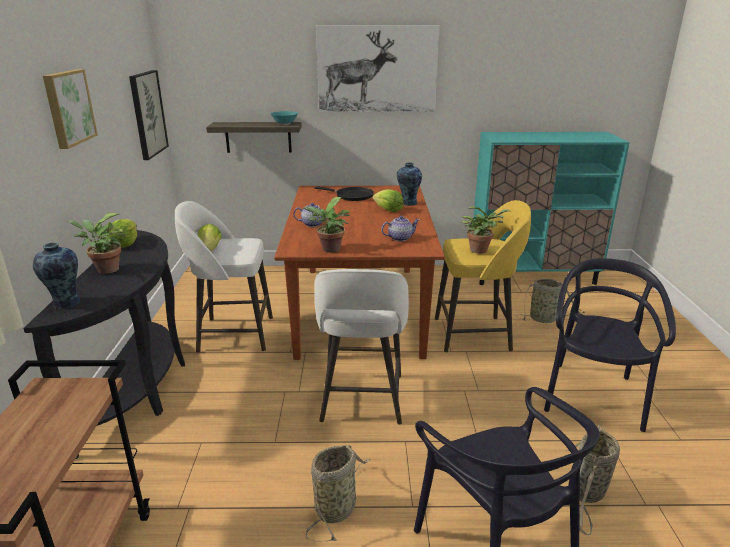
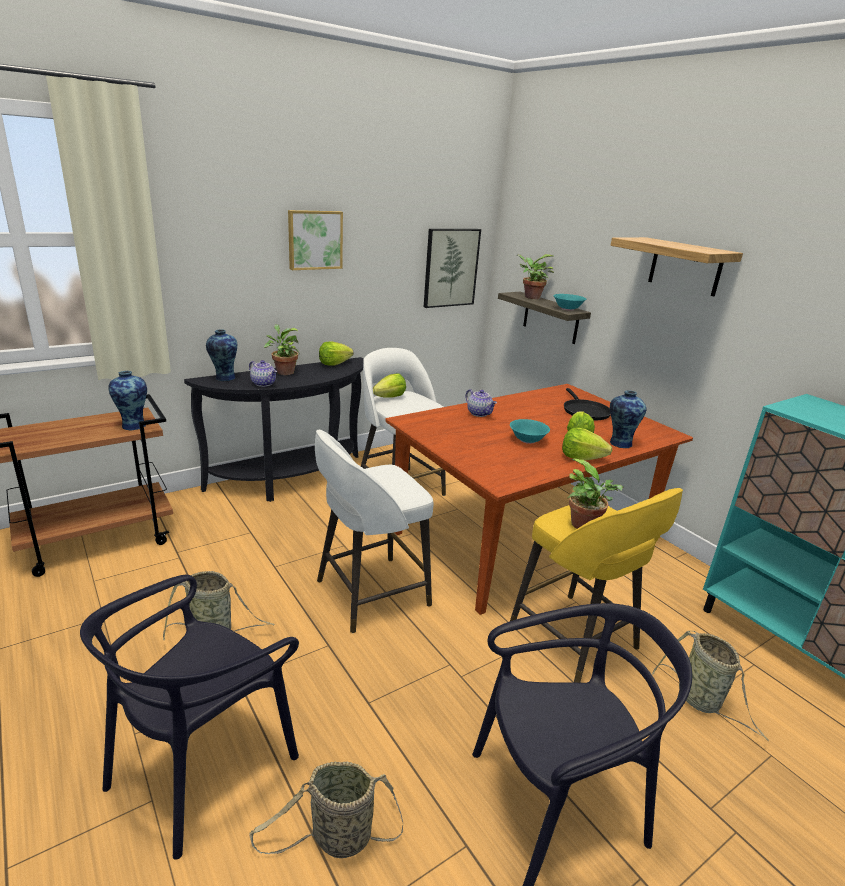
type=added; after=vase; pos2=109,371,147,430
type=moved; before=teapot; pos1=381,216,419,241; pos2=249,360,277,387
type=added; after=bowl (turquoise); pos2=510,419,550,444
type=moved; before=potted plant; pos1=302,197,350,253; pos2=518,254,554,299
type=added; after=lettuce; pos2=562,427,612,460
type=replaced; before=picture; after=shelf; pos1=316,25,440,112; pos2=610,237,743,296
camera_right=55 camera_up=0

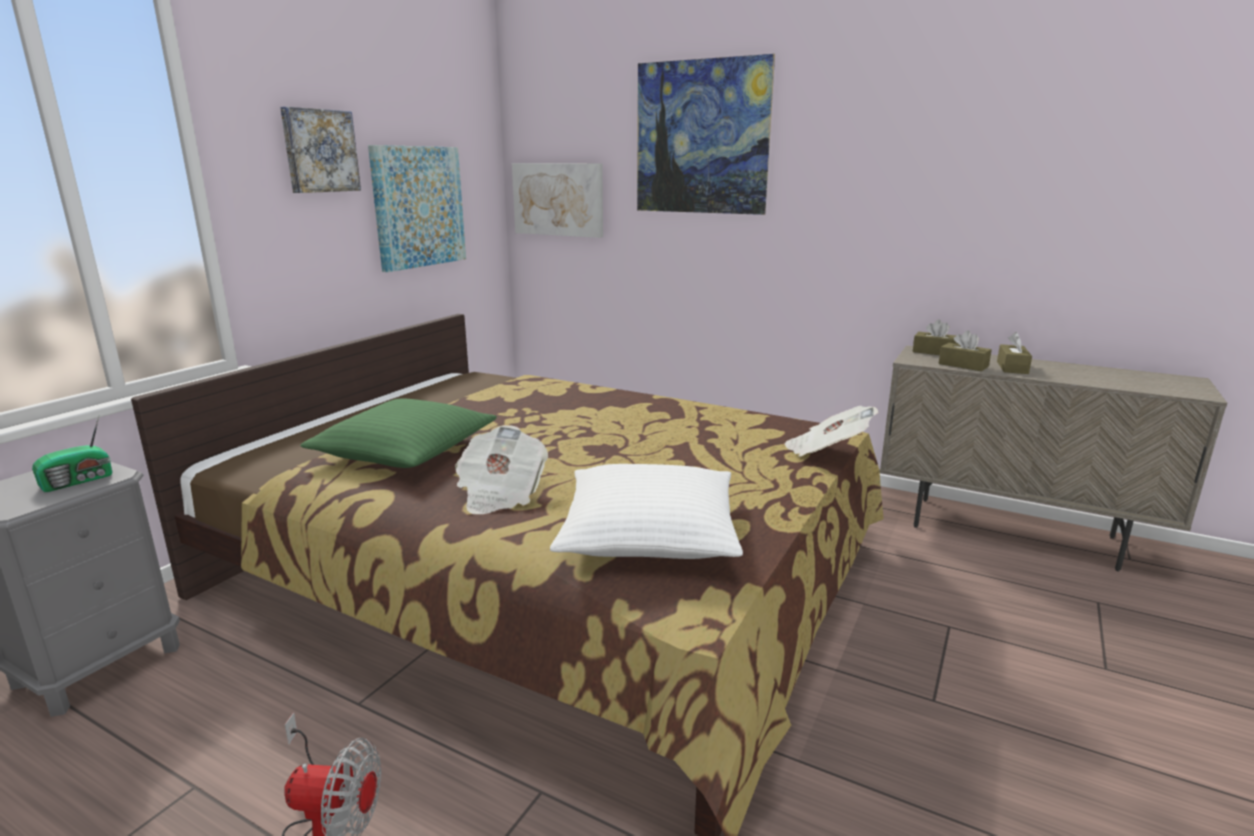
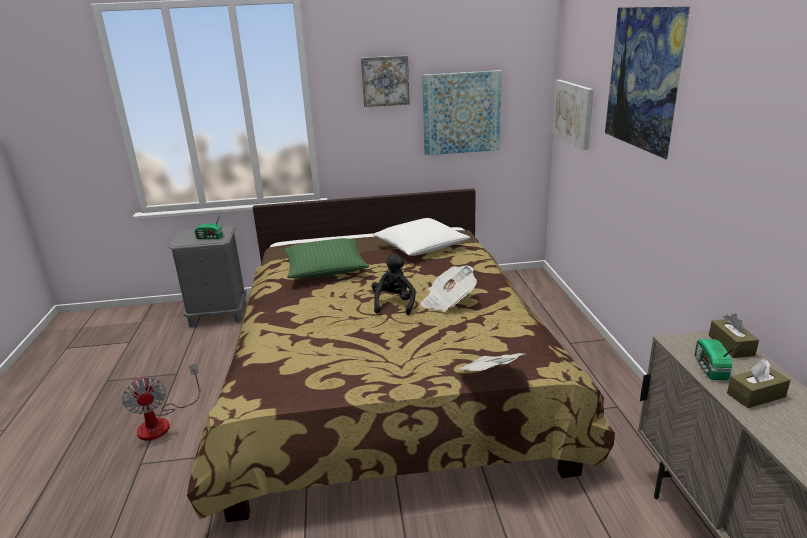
type=added; after=plush toy (black); pos2=372,253,415,315
type=moved; before=pillow (white); pos1=550,464,743,559; pos2=373,218,470,256
type=moved; before=newspaper; pos1=455,425,548,514; pos2=421,266,477,312
type=replaced; before=tissue box (brown); after=radio; pos1=939,330,992,371; pos2=695,339,739,380
camera_right=55 camera_up=5

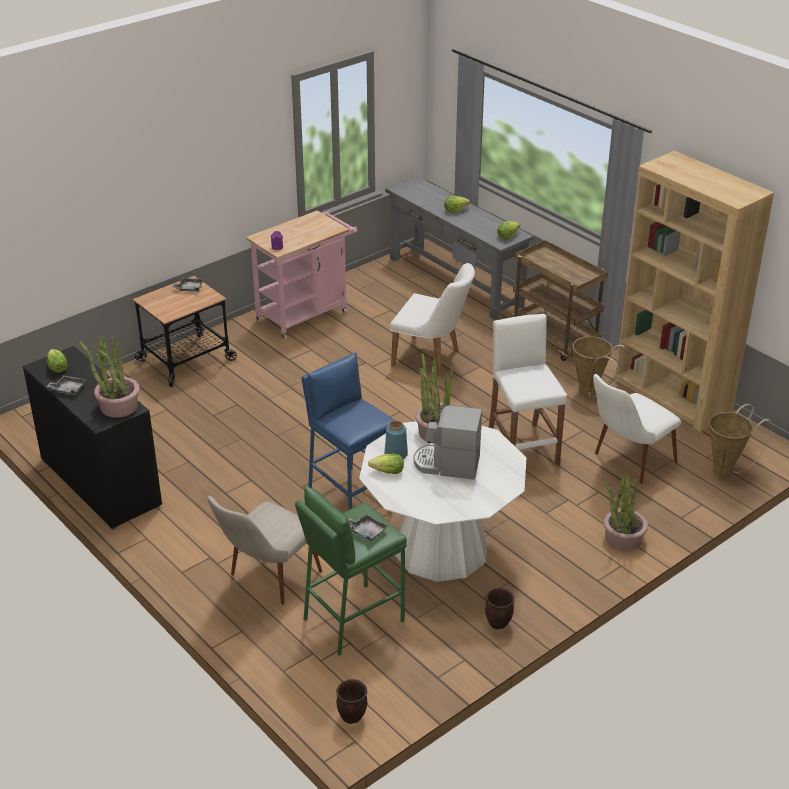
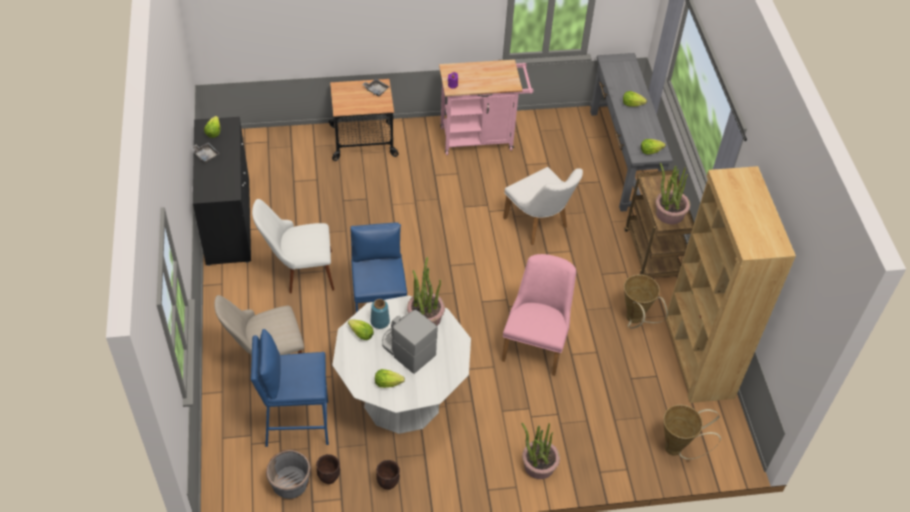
type=recoloured; before=stool (green); after=stool (blue); pos1=295,486,407,656; pos2=251,329,329,447
type=moved; before=chair (white); pos1=593,374,681,484; pos2=252,199,334,294
type=added; after=planter (grey); pos2=266,450,311,499
type=moved; before=planter (brown); pos1=336,679,367,724; pos2=316,454,340,484
type=added; after=lettuce; pos2=375,369,405,388
type=replaced; before=stool (white); after=chair (pink); pos1=489,314,567,465; pos2=502,254,576,376
type=moved; before=potted plant; pos1=79,336,140,418; pos2=656,163,690,224
type=removed; before=tray (grey); pos1=349,513,388,541
camera_right=30 camera_up=15

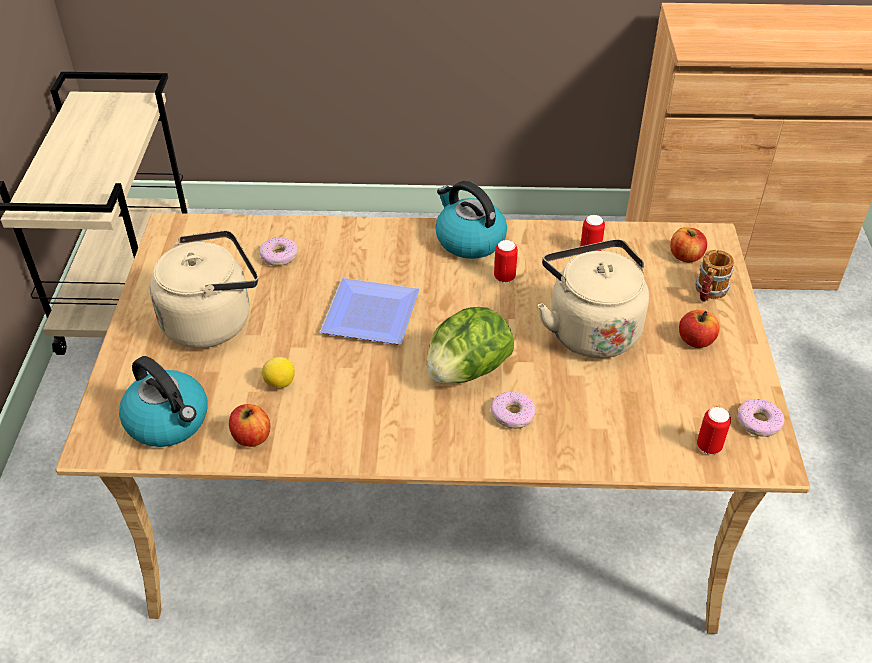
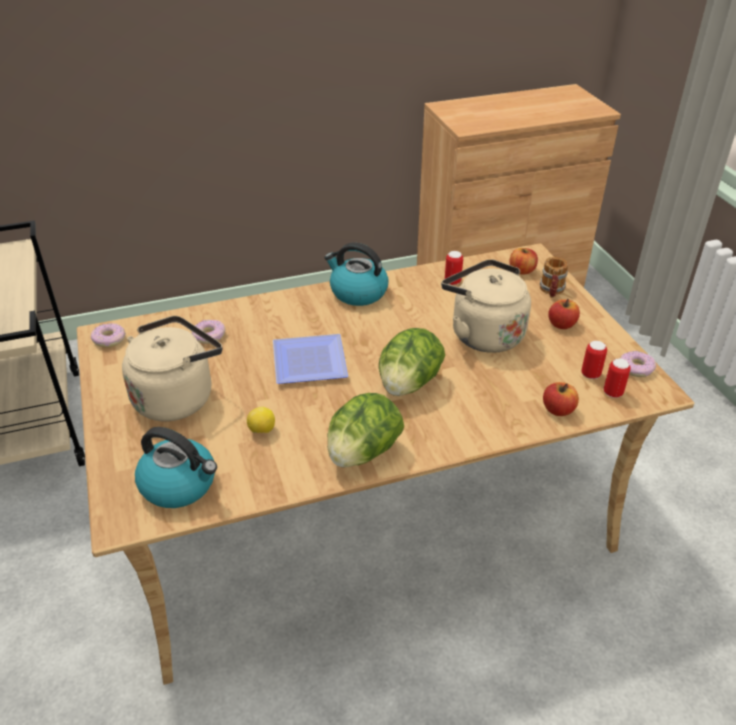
type=moved; before=donut; pos1=490,391,536,429; pos2=91,323,126,347
type=added; after=lettuce; pos2=327,393,404,467
type=moved; before=apple; pos1=229,404,270,447; pos2=543,382,579,416
type=moved; before=can; pos1=494,240,518,283; pos2=581,341,607,379
camera_right=-20 camera_up=-5

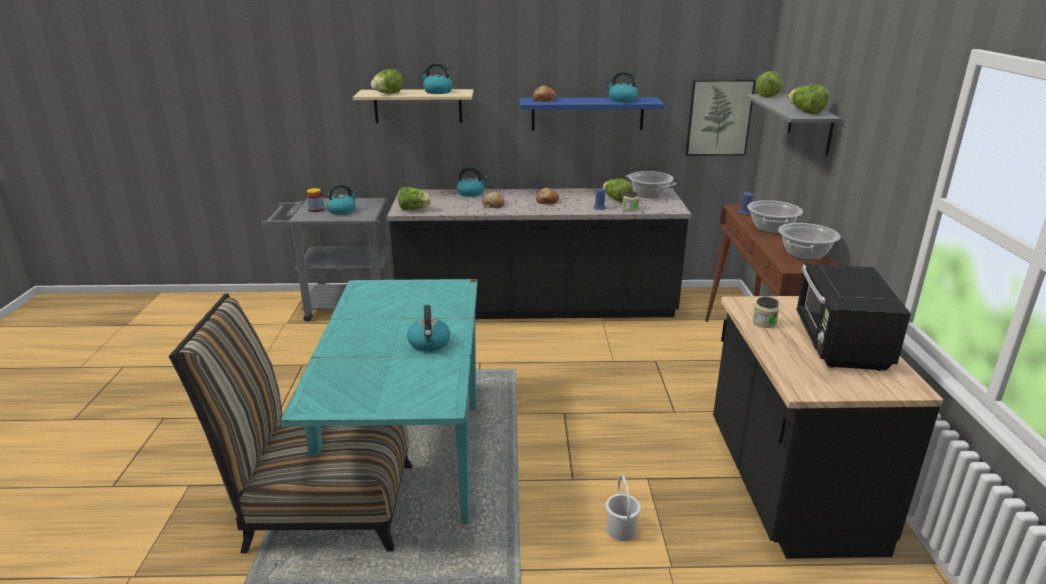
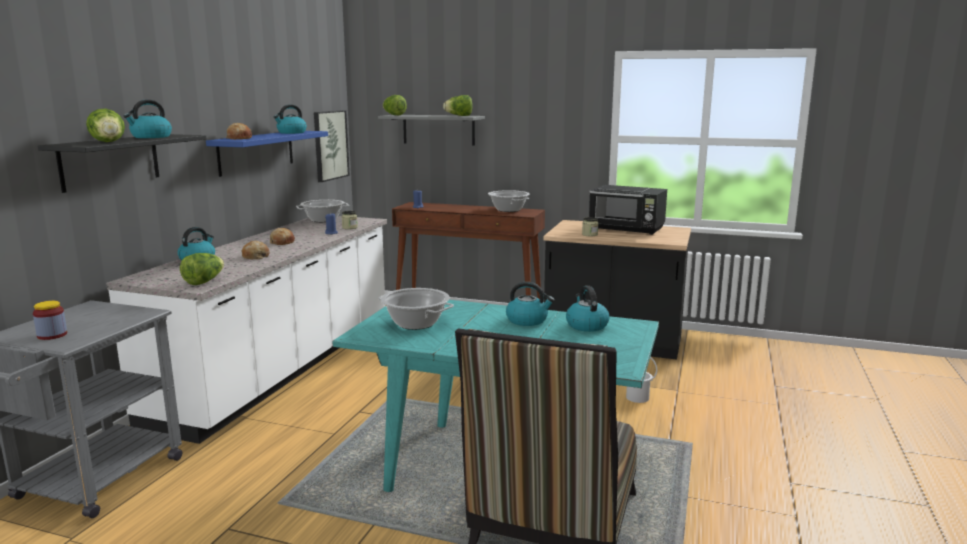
type=recoloured; before=shelf (beige); after=shelf (black); pos1=353,89,474,123; pos2=38,134,206,193
type=recoloured; before=counter (black); after=counter (white); pos1=387,188,691,319; pos2=106,216,387,444
type=moved; before=cooking pot; pos1=747,200,803,233; pos2=378,288,454,330
type=moved; before=kettle; pos1=326,184,358,215; pos2=566,286,609,332
type=removed; before=lettuce; pos1=603,179,633,202
camera_right=-70 camera_up=-10

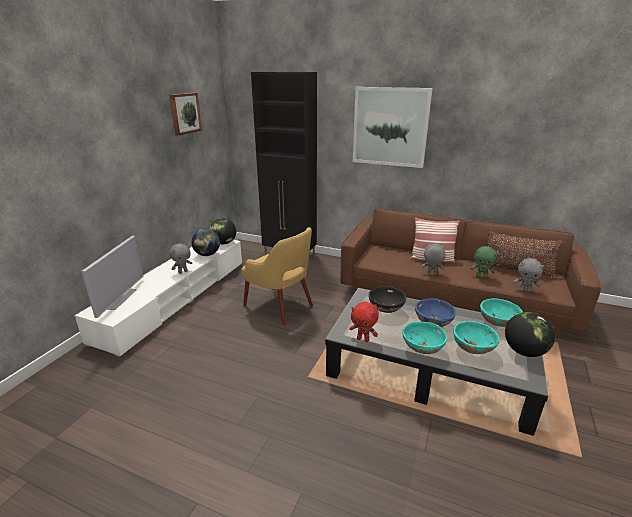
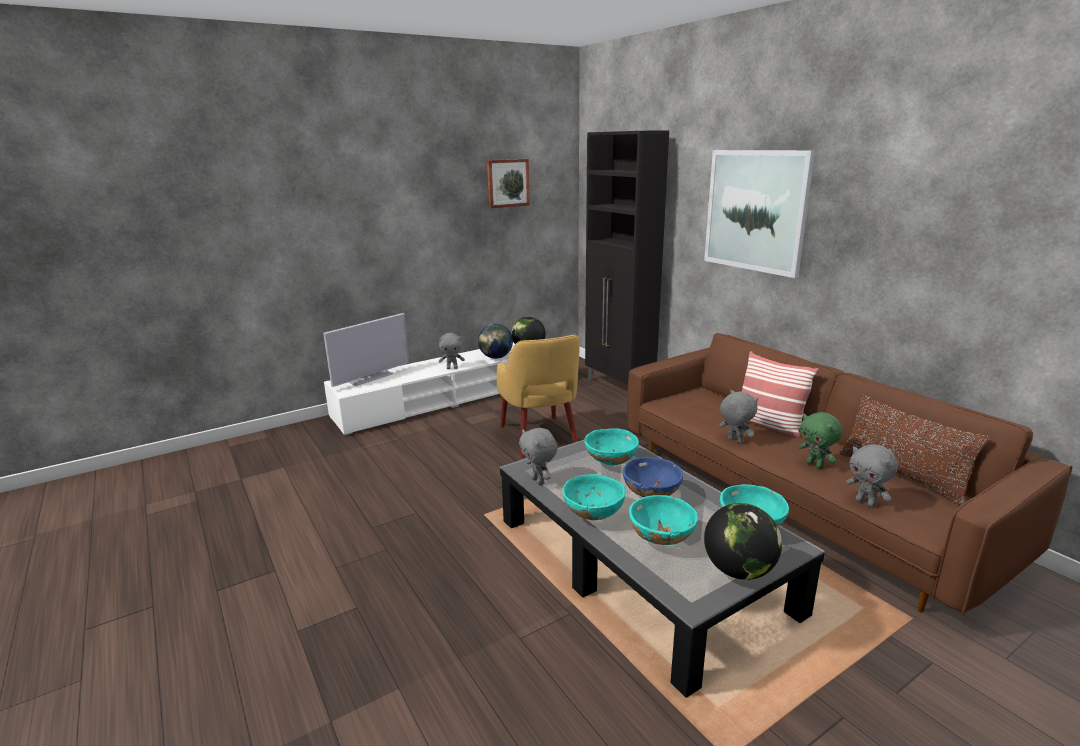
type=recoloured; before=plush toy (red); after=plush toy (grey); pos1=350,302,379,342; pos2=519,428,558,485
type=recoloured; before=bowl (black); after=bowl (turquoise); pos1=369,286,406,313; pos2=585,428,639,466
camera_right=35 camera_up=-5

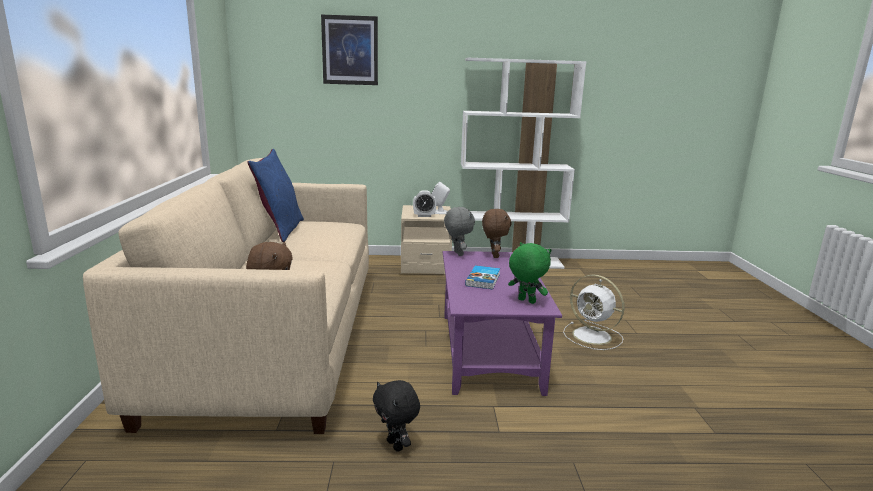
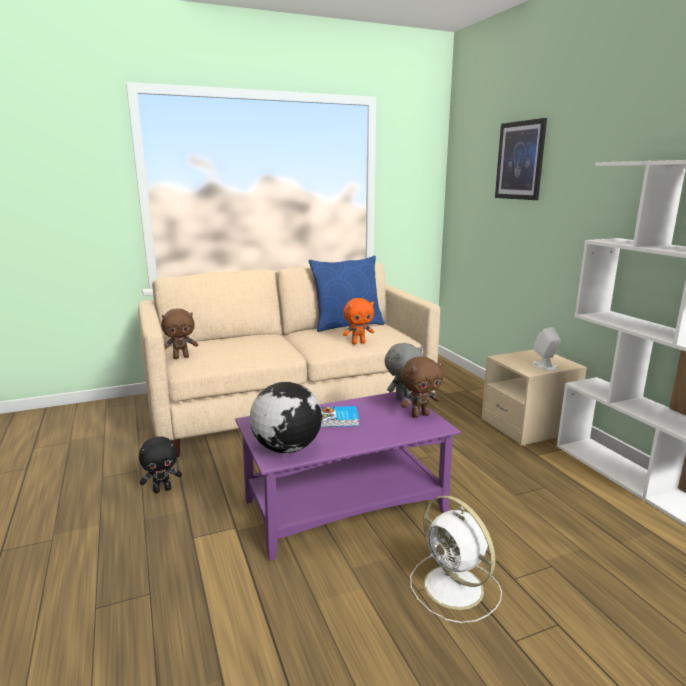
type=turned; before=plush toy (black); pos1=373,380,420,452; pos2=139,437,182,493; turn=-150
type=replaced; before=plush toy (green); after=globe; pos1=508,242,551,304; pos2=250,382,322,453
type=added; after=plush toy (orange); pos2=343,298,374,344
type=turned; before=fan (white); pos1=563,274,624,350; pos2=410,495,502,623; turn=-60
type=removed; before=alarm clock; pos1=413,190,436,217
camera_right=70 camera_up=0

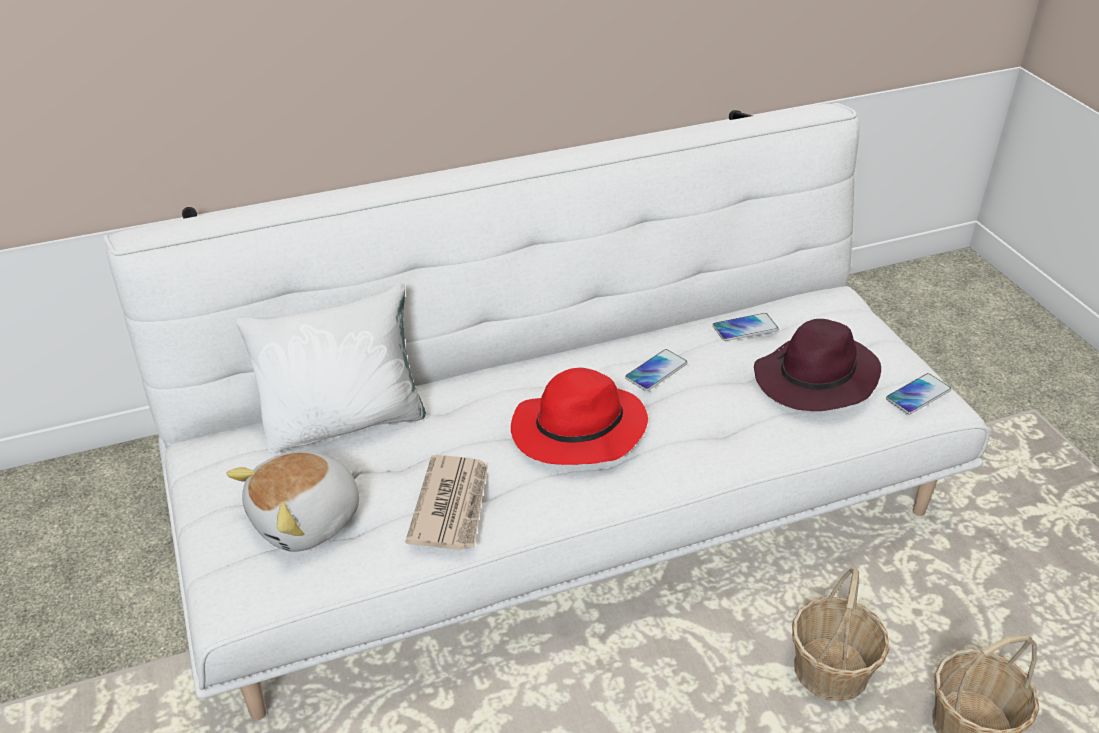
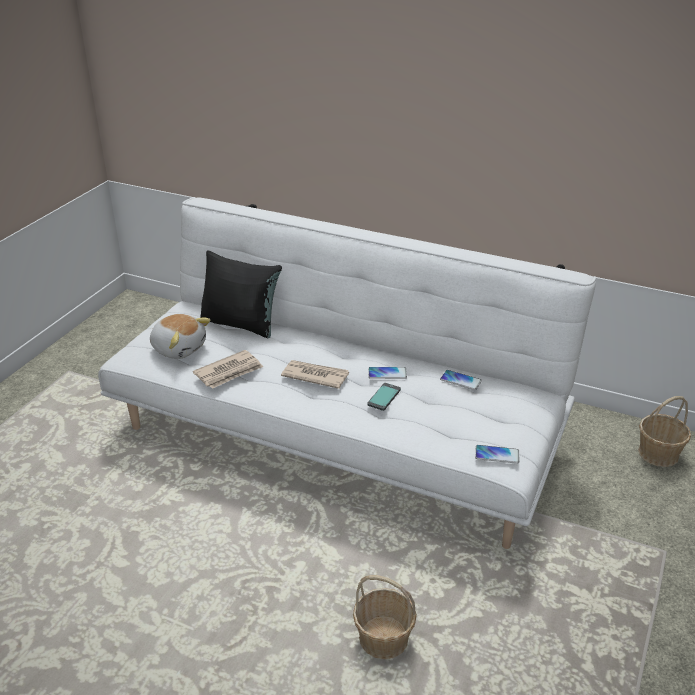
type=turned; before=plush toy; pos1=226,451,362,552; pos2=150,314,211,359; turn=-150
type=recoloured; before=pillow (white); after=pillow (black); pos1=236,282,426,454; pos2=200,250,282,338
type=replaced; before=hat (red); after=newspaper; pos1=511,368,648,465; pos2=281,360,349,389
type=added; after=phone; pos2=367,383,401,411
type=moved; before=basket; pos1=792,569,889,702; pos2=638,396,691,467
type=removed; before=hat (purple); pos1=754,319,881,411
camera_right=45 camera_up=-5

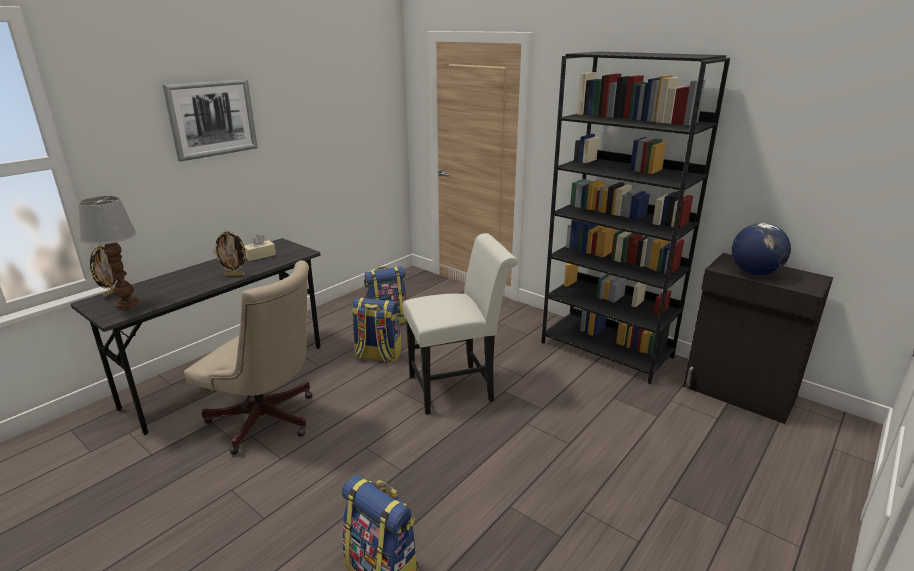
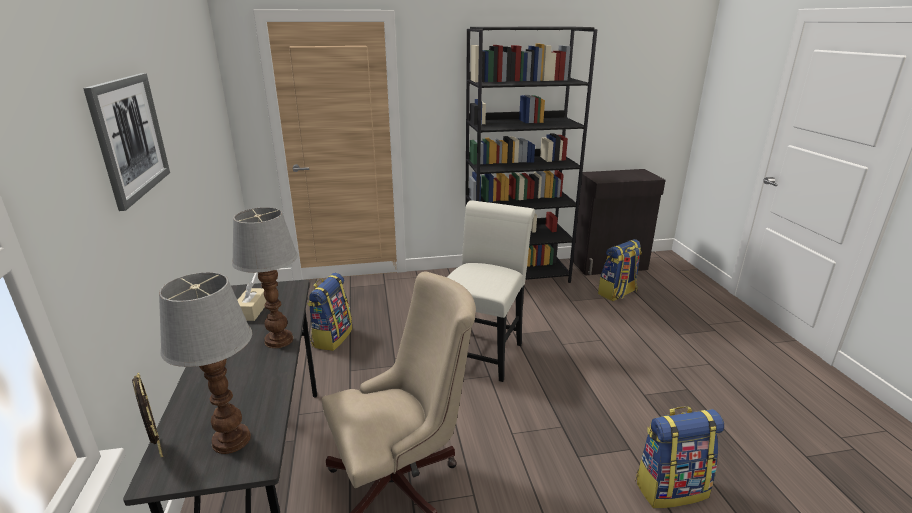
type=replaced; before=picture frame; after=table lamp; pos1=213,230,247,277; pos2=232,207,298,348
type=moved; before=backpack; pos1=352,297,401,363; pos2=598,239,642,301
type=removed; before=globe; pos1=732,223,791,275
camera_right=-50 camera_up=0

